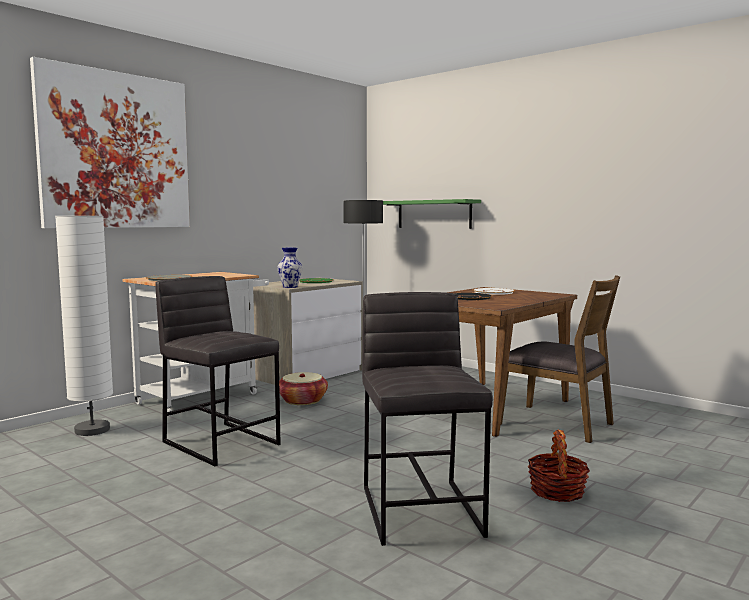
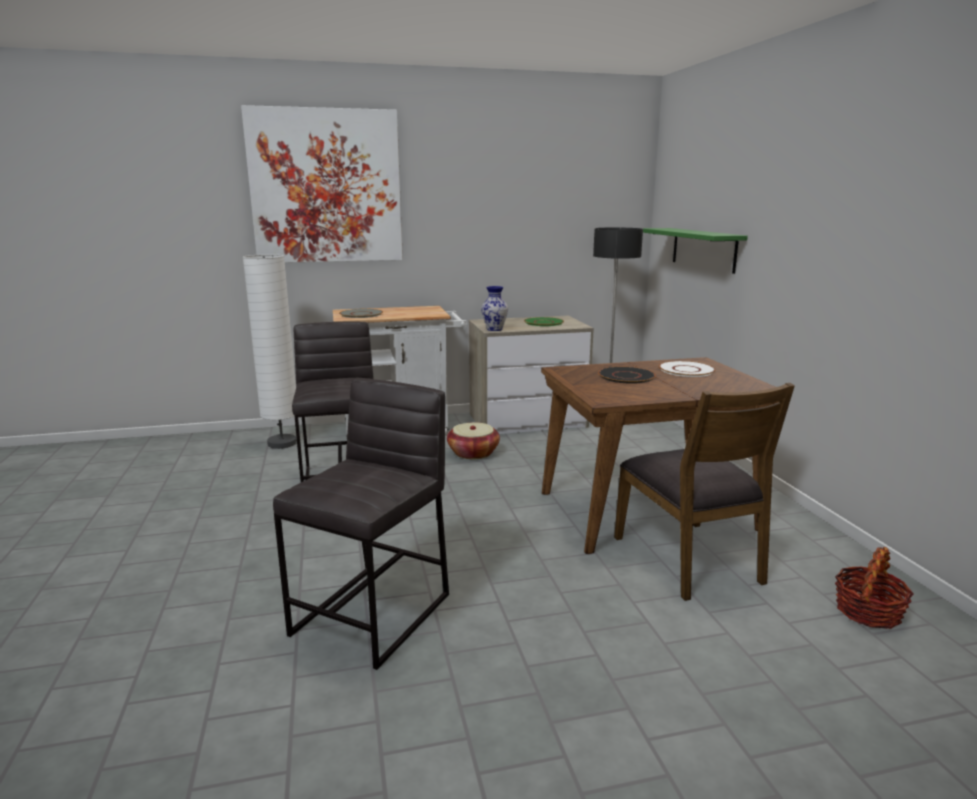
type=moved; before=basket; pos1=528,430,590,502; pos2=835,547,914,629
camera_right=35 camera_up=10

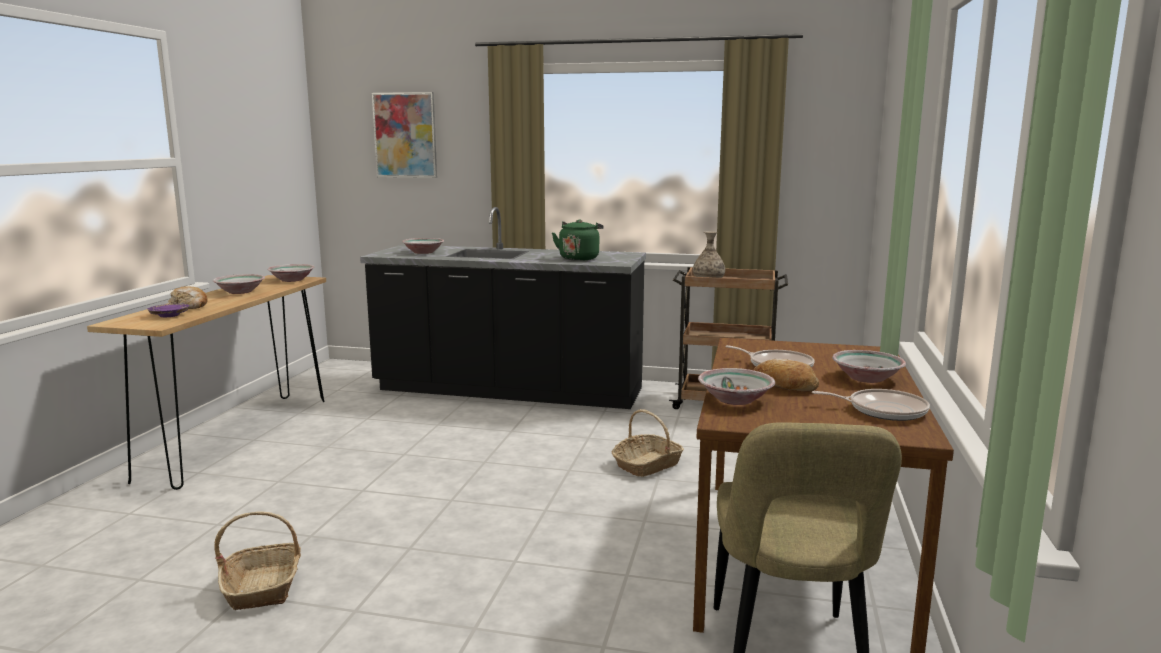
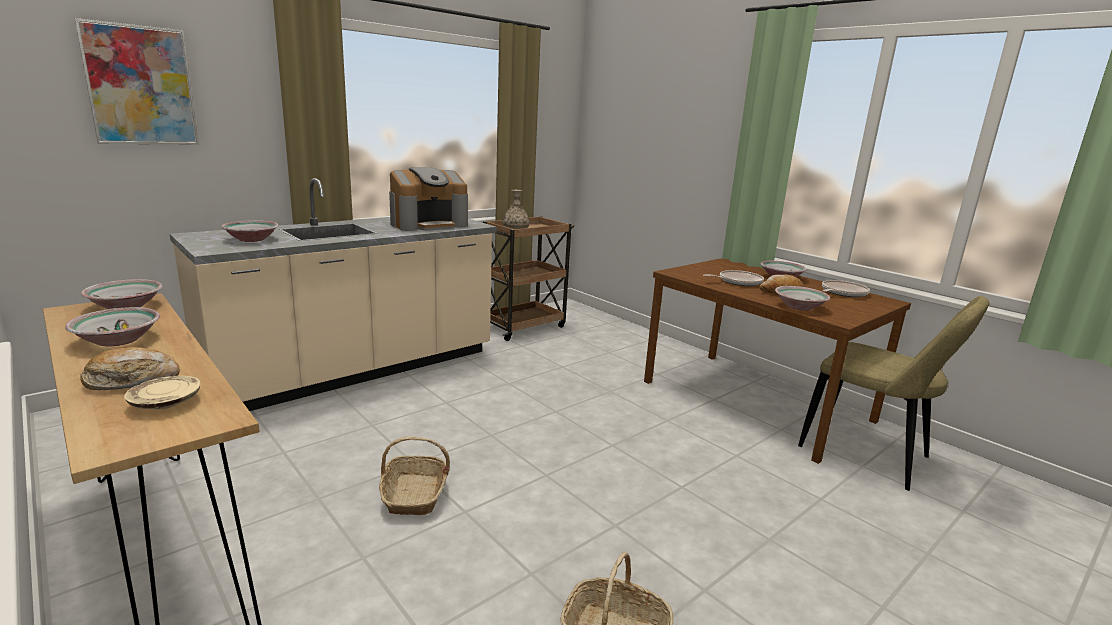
type=recoloured; before=plate (purple); after=plate (beige); pos1=148,304,189,317; pos2=124,376,201,409
type=recoloured; before=counter (black); after=counter (beige); pos1=360,207,646,409; pos2=170,178,497,411
type=moved; before=basket; pos1=612,409,684,477; pos2=379,436,450,515
type=replaced; before=kettle (green); after=coffee machine; pos1=552,219,604,261; pos2=389,167,468,231
camera_right=-55 camera_up=5

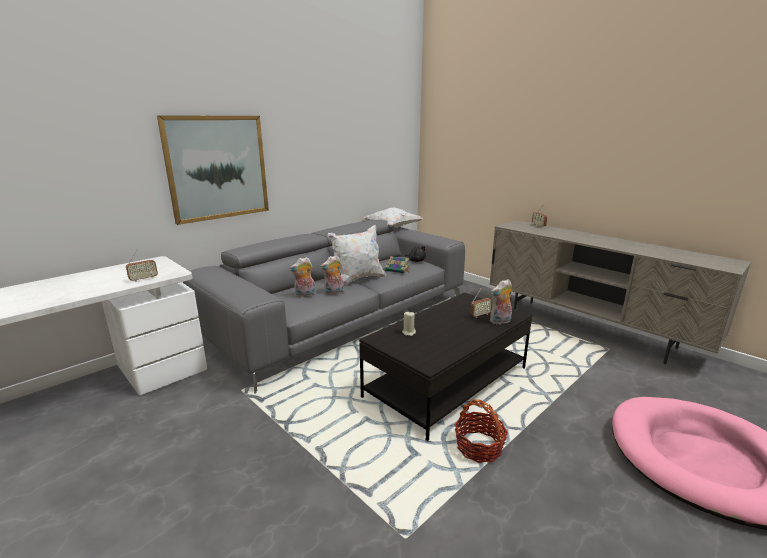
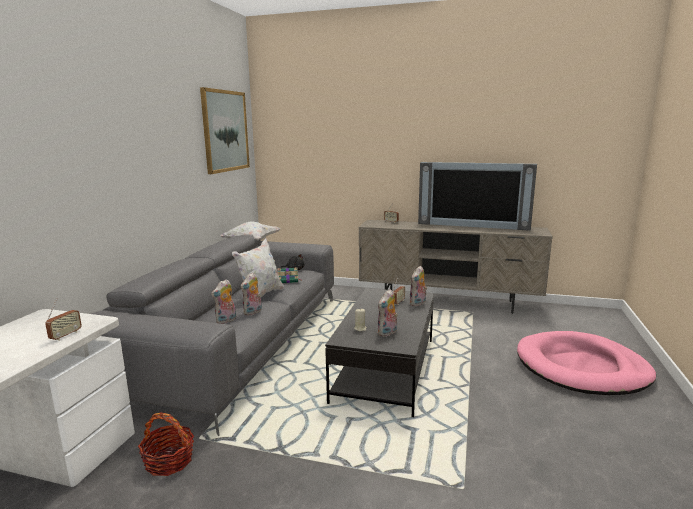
type=moved; before=basket; pos1=454,399,508,463; pos2=138,412,194,476
type=moved; before=picture; pos1=157,115,269,225; pos2=200,87,250,174
type=added; after=plush toy; pos2=378,289,398,337
type=added; after=television; pos2=418,162,537,231
camera_right=-30 camera_up=-5

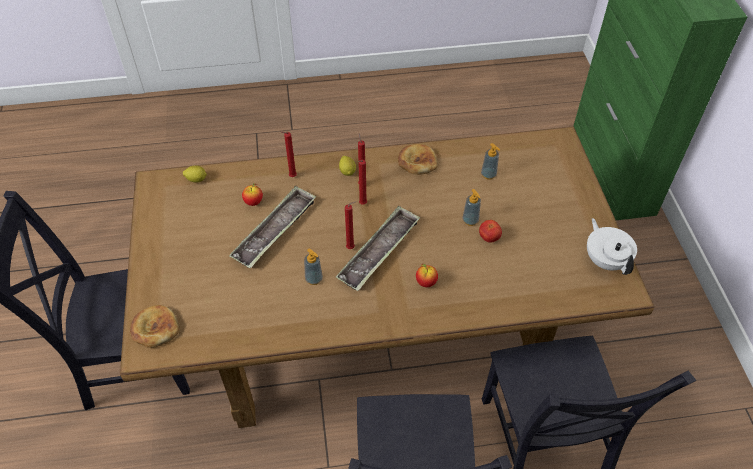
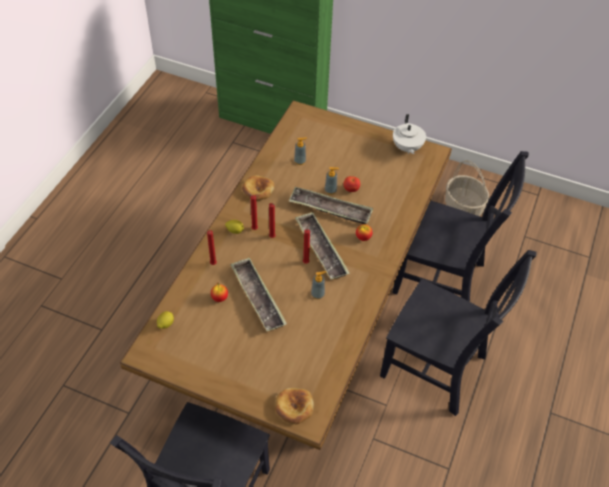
type=added; after=tray; pos2=289,187,373,224
type=turned; before=teapot (white); pos1=587,218,637,275; pos2=393,114,426,154; turn=-105
type=added; after=basket; pos2=445,160,489,216
camera_right=-60 camera_up=0

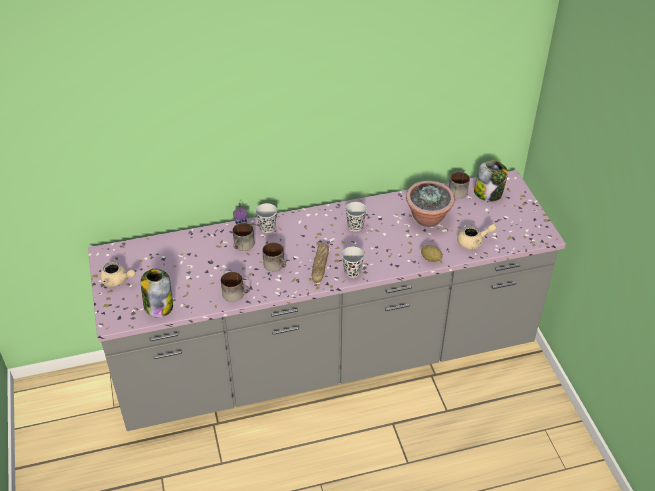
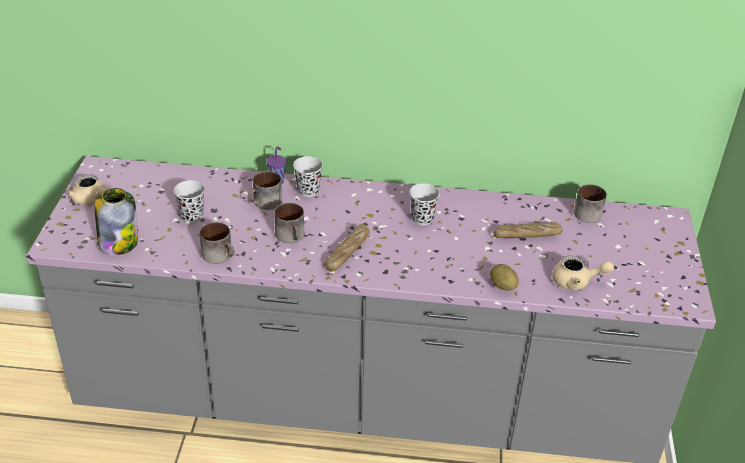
type=moved; before=cup (black); pos1=342,246,364,278; pos2=174,180,205,223
type=replaced; before=potted plant; after=bread; pos1=406,181,455,227; pos2=494,222,563,238
type=removed; before=jar; pos1=474,160,508,202
camera_right=20 camera_up=-5

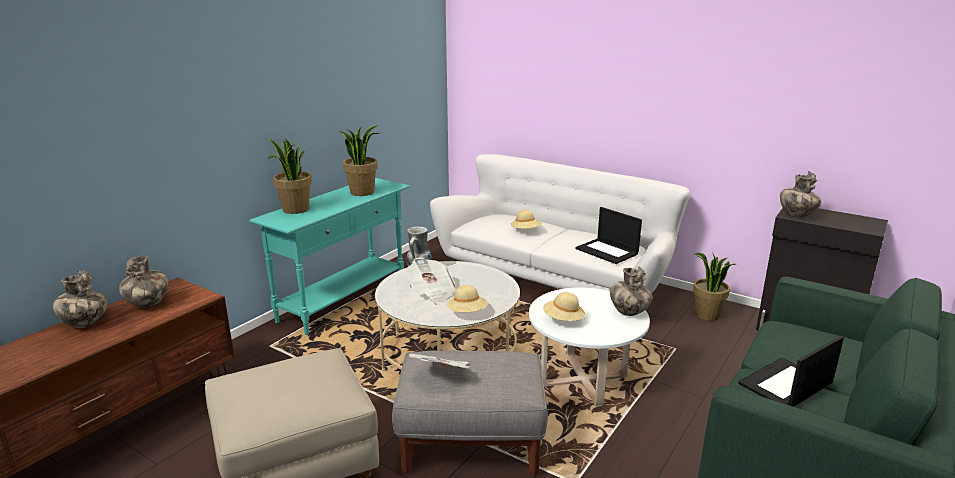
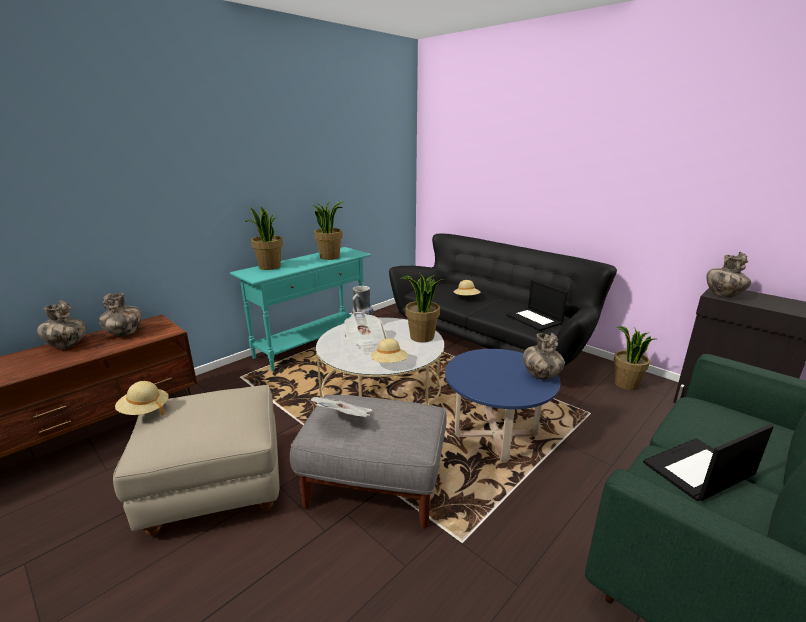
type=moved; before=hat (beige); pos1=543,292,585,321; pos2=115,381,169,416
type=recoloured; before=sofa (white); after=sofa (black); pos1=430,154,690,294; pos2=389,233,617,366
type=added; after=potted plant; pos2=401,273,445,343
type=recoloured; before=coffee table (white); after=coffee table (blue); pos1=529,288,650,406; pos2=445,349,560,462
camera_right=10 camera_up=0

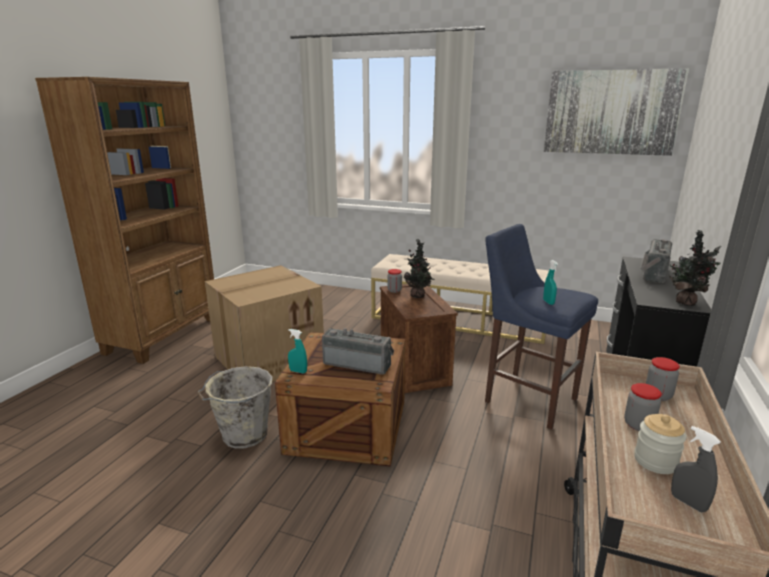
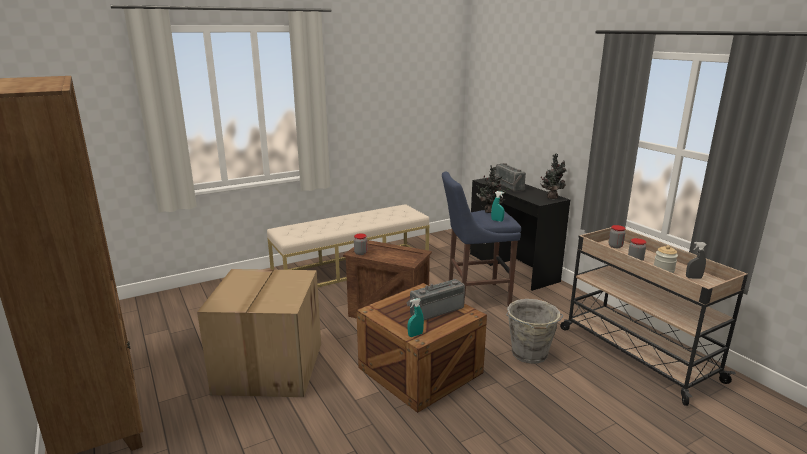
type=moved; before=potted plant; pos1=404,239,435,298; pos2=476,165,511,213
type=moved; before=bucket (grey); pos1=197,366,273,449; pos2=506,299,563,364
type=removed; before=picture; pos1=544,68,689,156
camera_right=-50 camera_up=0

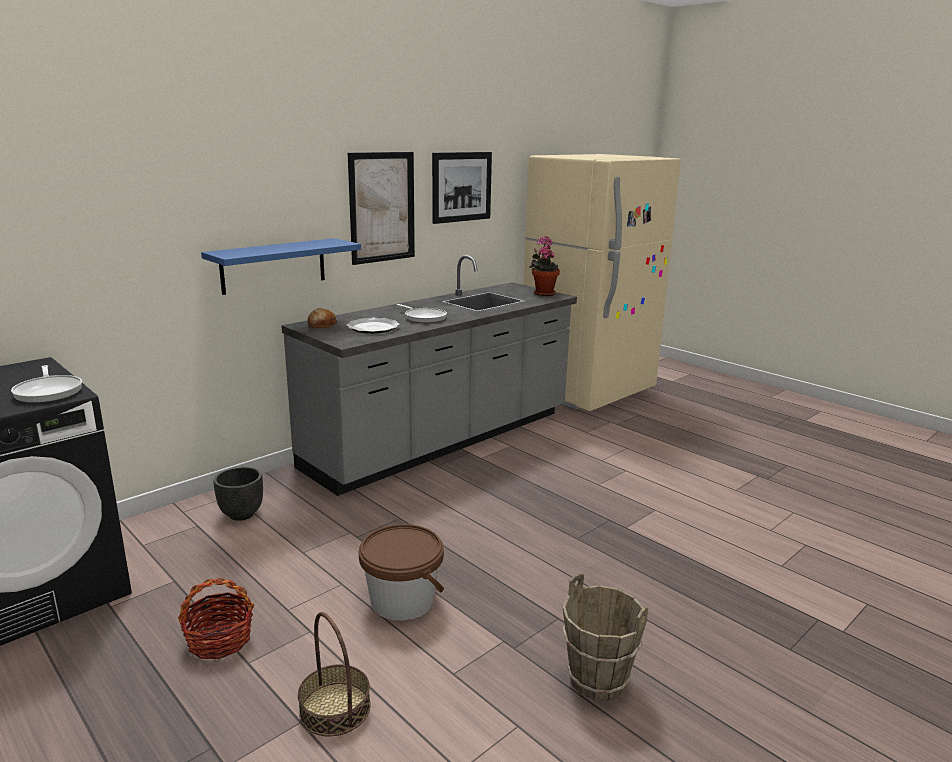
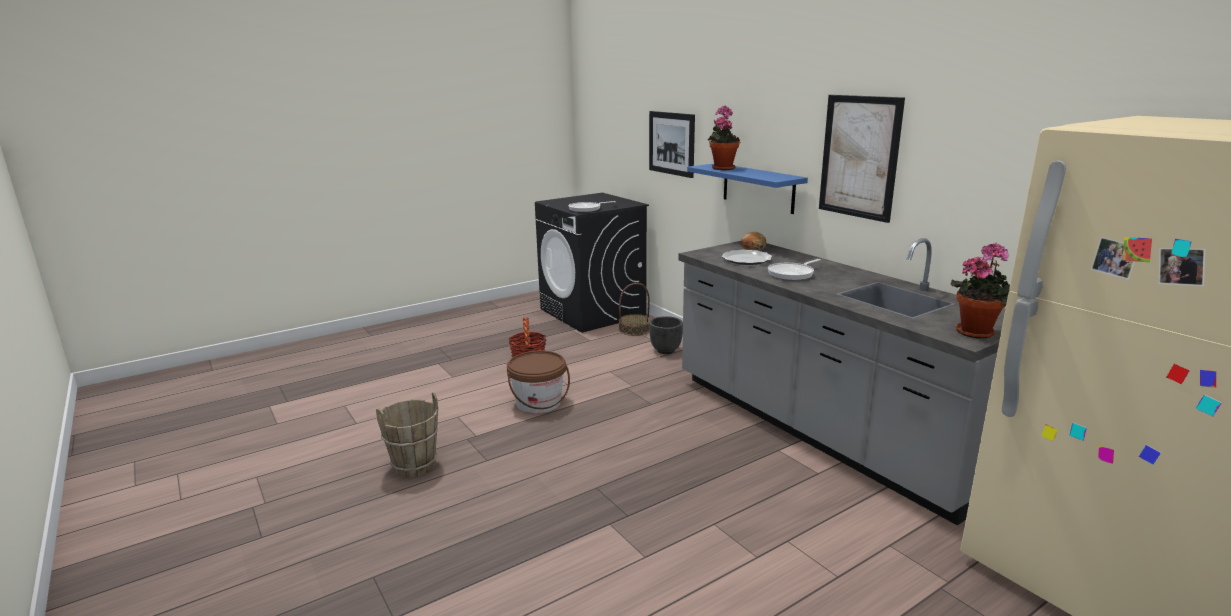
type=moved; before=basket; pos1=298,612,370,737; pos2=619,283,650,336
type=moved; before=picture; pos1=432,152,492,224; pos2=649,111,695,178
type=added; after=potted plant; pos2=708,106,740,170
camera_right=100 camera_up=0

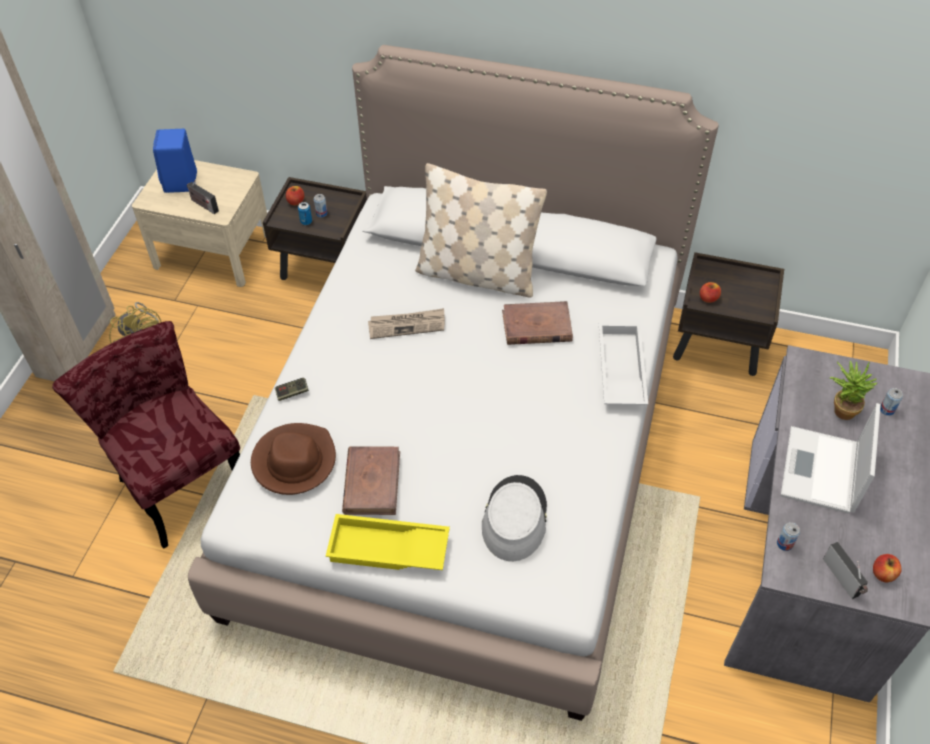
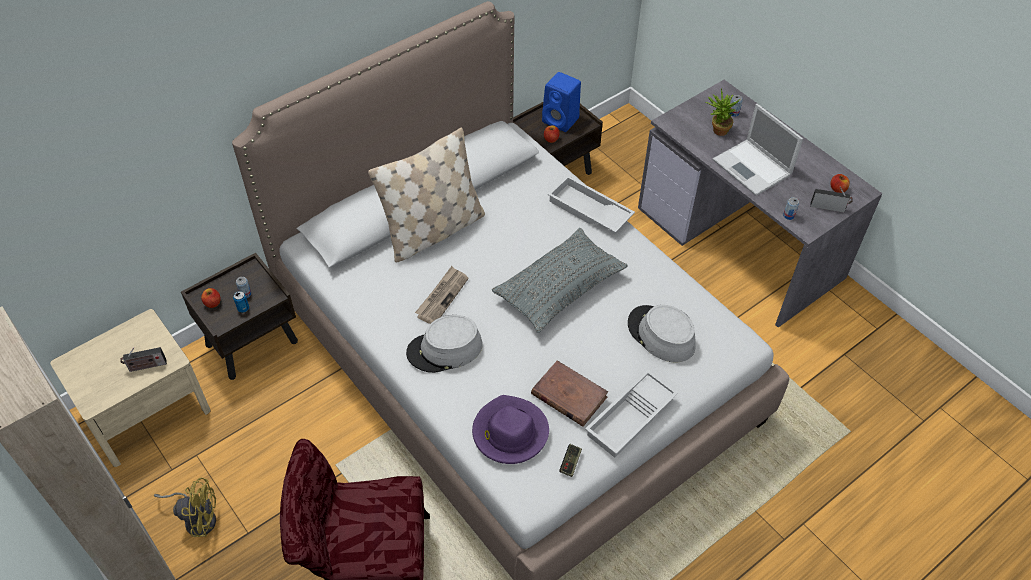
type=added; after=hat (grey); pos2=406,315,483,373
type=recoloured; before=hat (brown); after=hat (purple); pos1=251,423,336,495; pos2=472,395,549,464
type=added; after=pillow (grey); pos2=492,228,628,333
type=moved; before=speaker (blue); pos1=153,129,197,193; pos2=542,72,581,132
type=moved; before=game controller; pos1=275,378,309,401; pos2=559,444,582,477
type=recoloured; before=tray (yellow); after=tray (white); pos1=326,514,450,570; pos2=585,369,679,458
type=removed; before=book (brown); pos1=502,301,573,345
camera_right=-55 camera_up=0

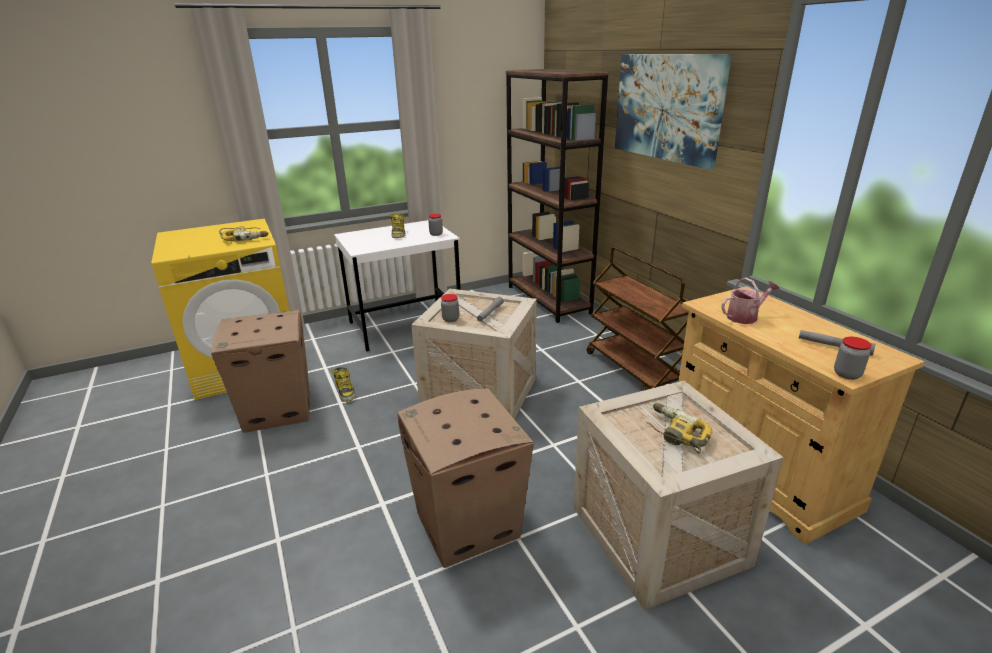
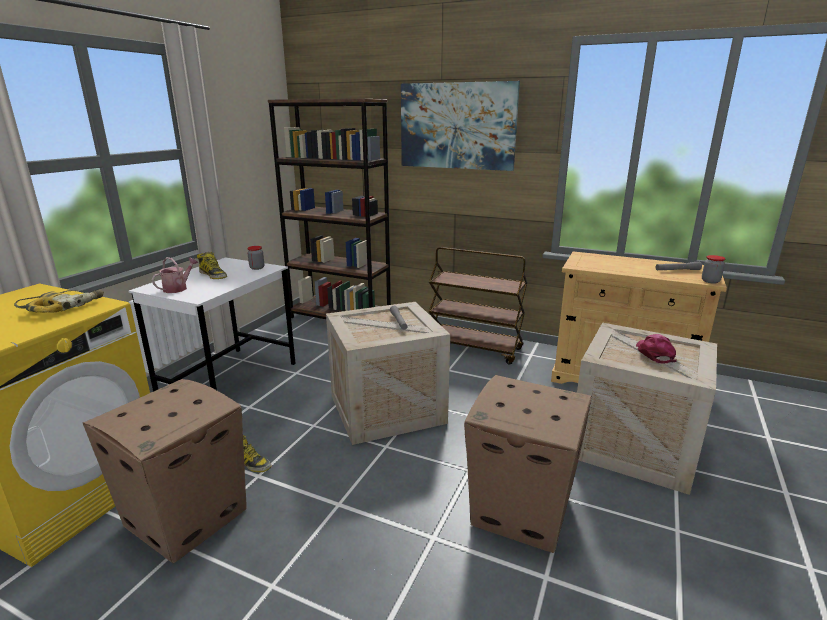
type=moved; before=watering can; pos1=721,277,779,324; pos2=152,257,198,293
type=replaced; before=power drill; after=cap (pink); pos1=646,403,712,454; pos2=636,334,677,364
type=removed; before=jar; pos1=441,294,459,322
camera_right=-40 camera_up=-5

